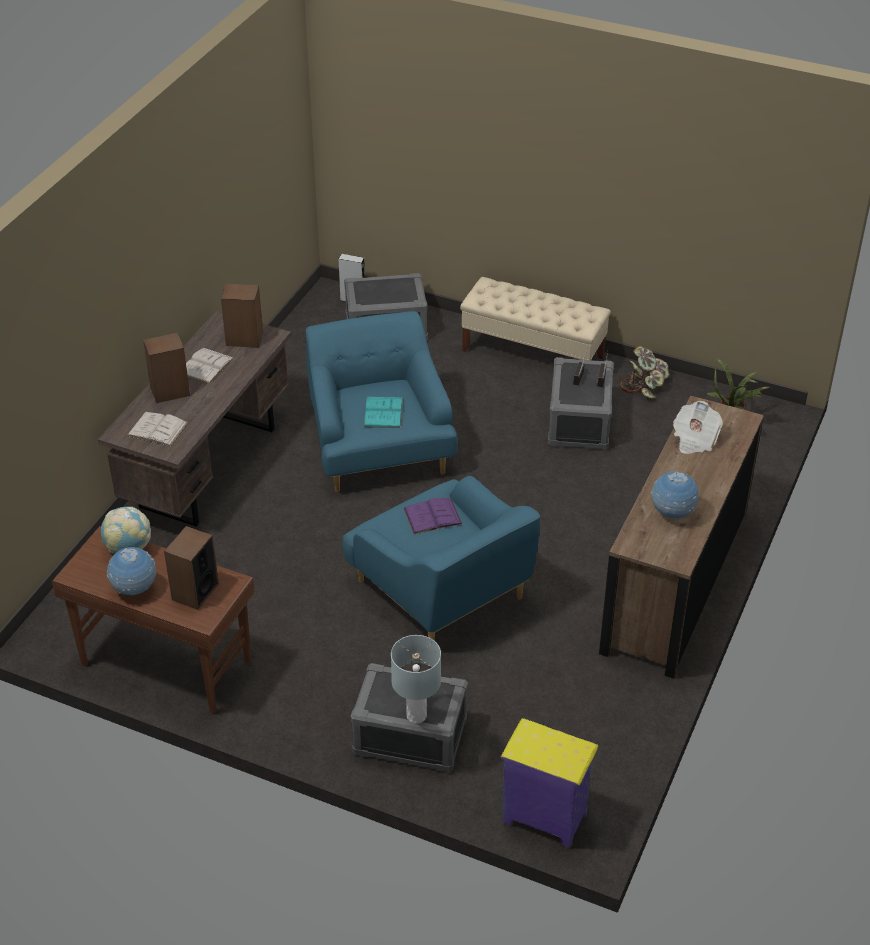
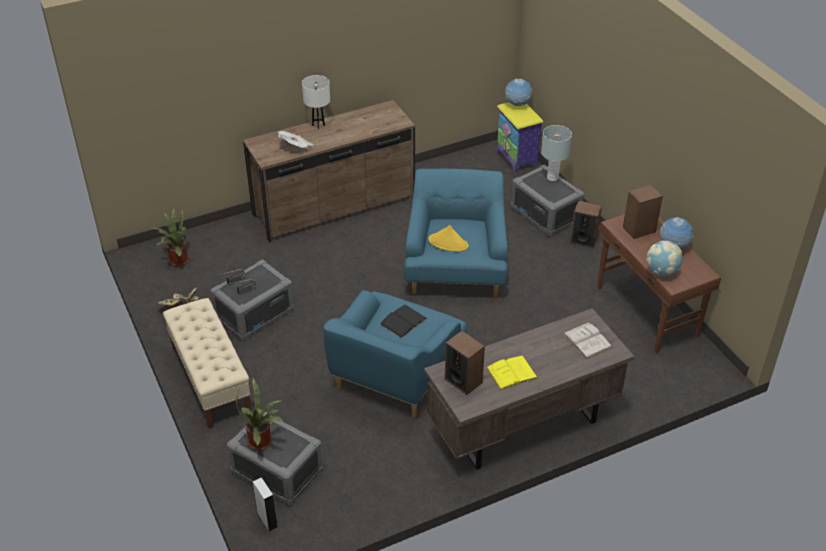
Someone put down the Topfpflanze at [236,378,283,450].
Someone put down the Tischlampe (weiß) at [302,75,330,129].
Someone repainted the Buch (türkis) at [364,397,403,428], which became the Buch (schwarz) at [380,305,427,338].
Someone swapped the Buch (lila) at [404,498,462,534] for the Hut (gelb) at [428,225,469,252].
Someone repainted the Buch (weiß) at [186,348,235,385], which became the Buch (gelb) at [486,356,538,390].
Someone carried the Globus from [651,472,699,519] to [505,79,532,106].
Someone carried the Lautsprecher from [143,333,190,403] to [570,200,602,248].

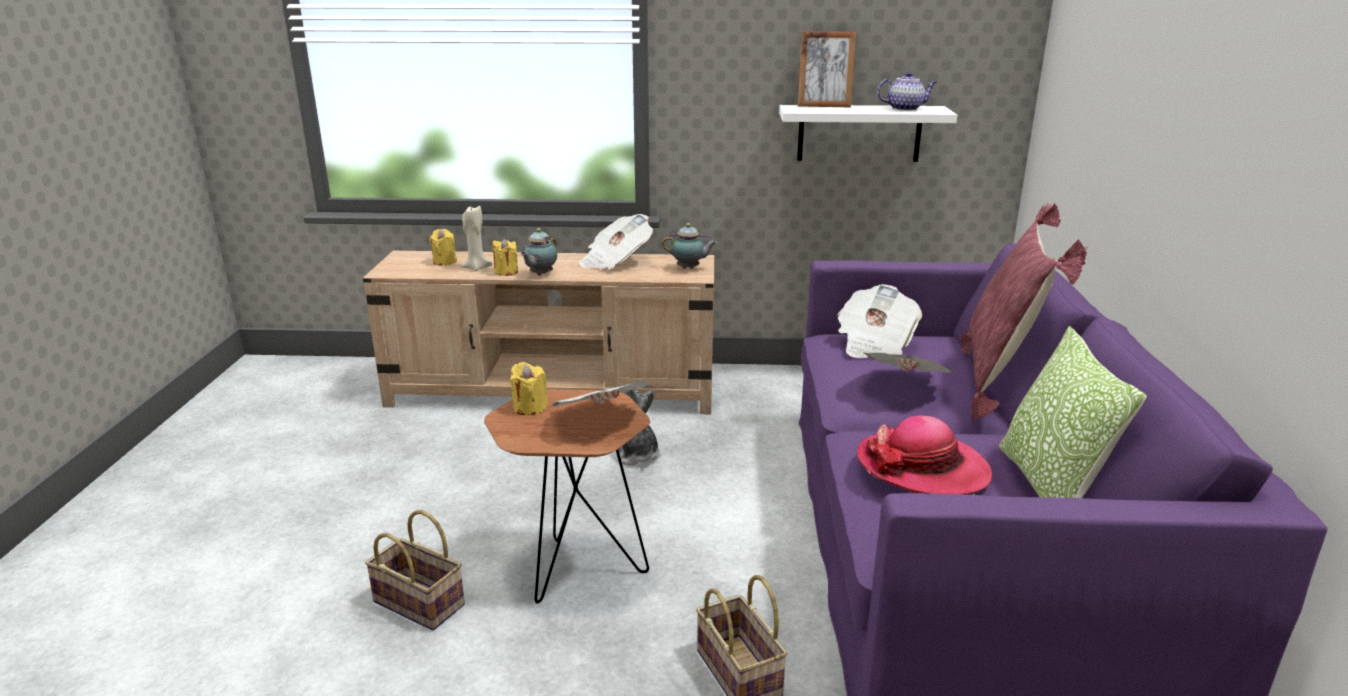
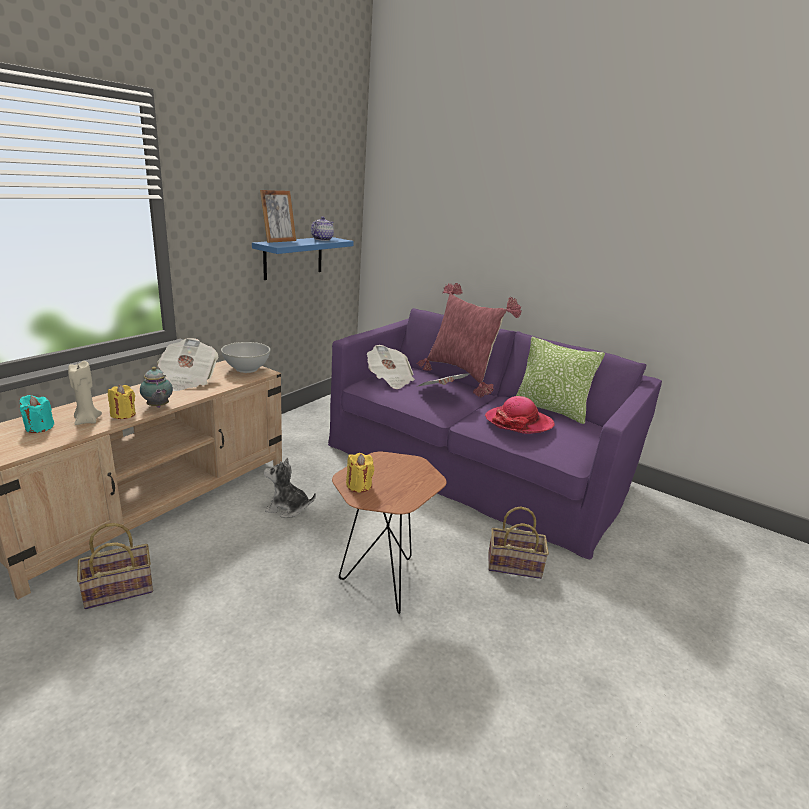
Someone repainted the Kerze (gelb) at [429,229,457,266], which became the Kerze (türkis) at [20,395,54,433].
Someone carried the Korb from [365,510,465,630] to [77,523,153,609].
Someone swapped the Teekanne at [662,223,717,269] for the Schüssel (weiß) at [221,342,270,373].
Someone repainted the Wandregal (weiß) at [779,105,957,162], which became the Wandregal (blau) at [252,237,354,280].
Someone took away the Zeitung at [551,382,650,406].

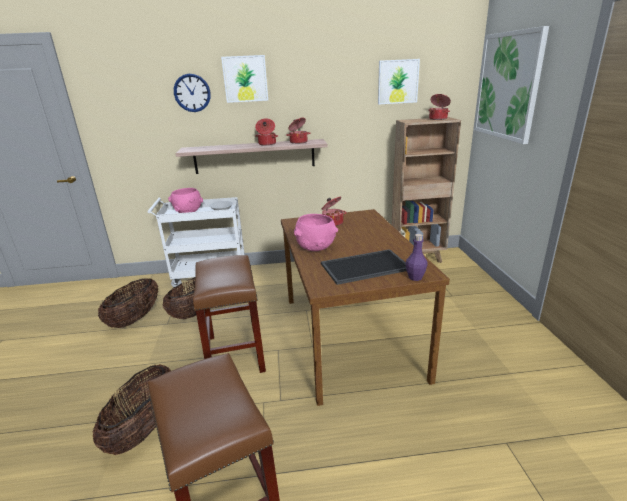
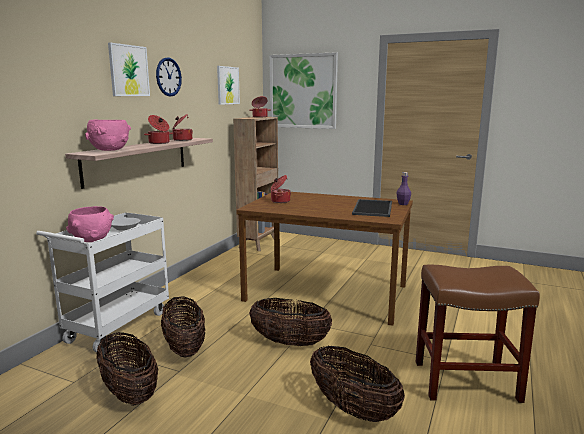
Someone carried the Schüssel (rosa) from [294,214,338,251] to [85,120,131,151].
Someone carried the Wanduhr from [174,74,211,112] to [156,57,182,97].
Someone swapped the Hocker (braun) at [193,255,266,373] for the Korb at [249,298,332,346].

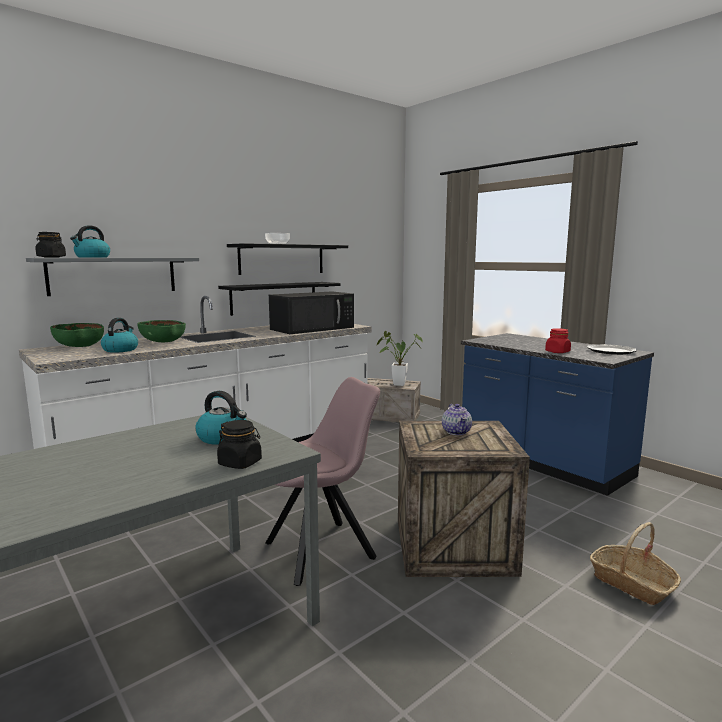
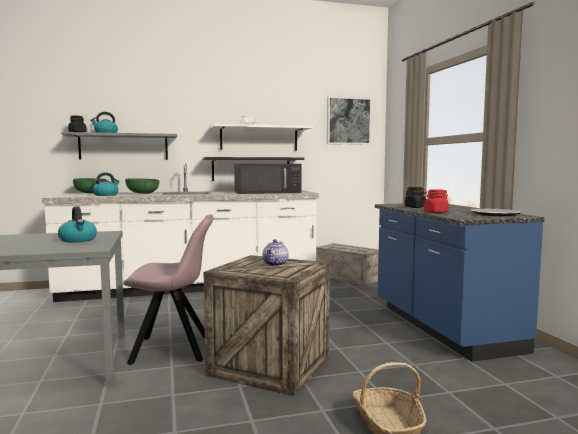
Someone repainted the Wandregal (schwarz) at [227,243,348,275], which became the Wandregal (weiß) at [211,124,313,150].
Someone put up the Bild at [327,96,372,145].
Someone carried the Vorratsglas (schwarz) from [217,420,262,469] to [405,187,427,208].
Someone took away the Topfpflanze at [377,331,423,386].

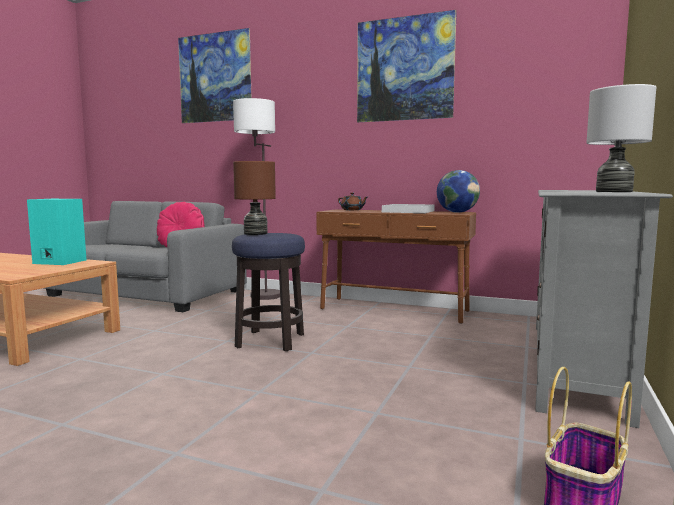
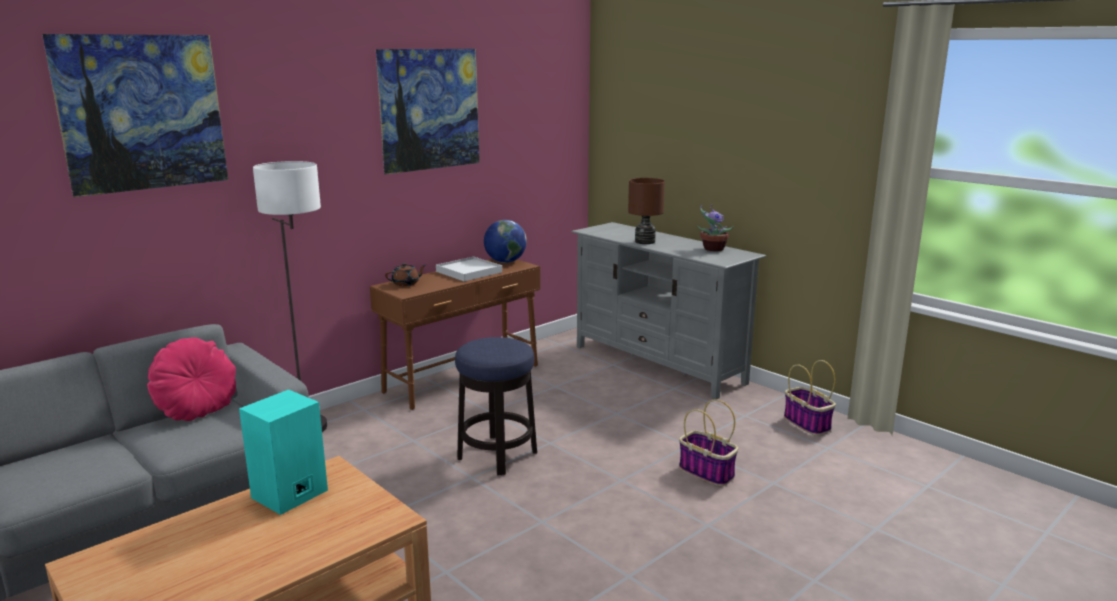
Someone carried the Tischlampe (braun) from [233,161,276,235] to [628,178,665,244].
Someone put down the Korb at [679,399,738,487].
Someone swapped the Tischlampe (grau) at [586,84,656,192] for the Topfpflanze at [697,205,734,251].

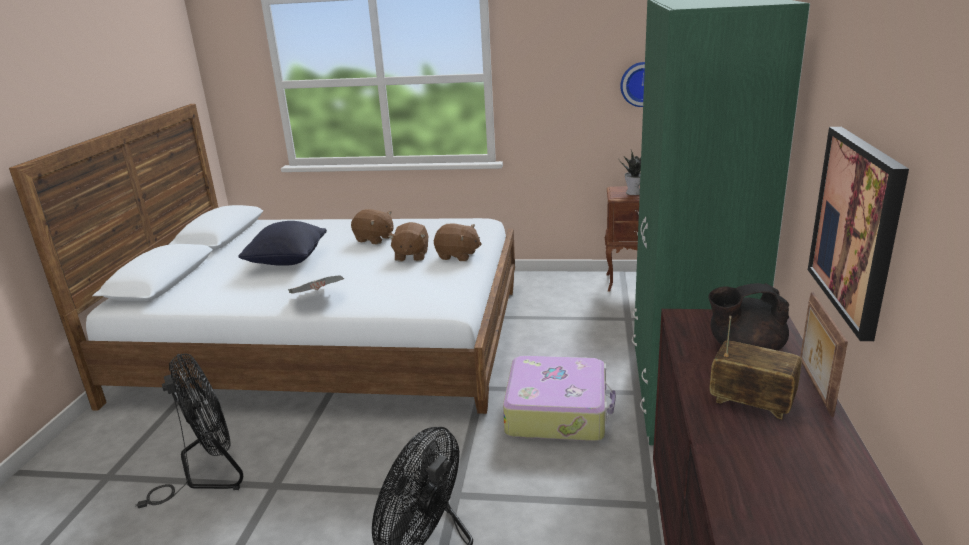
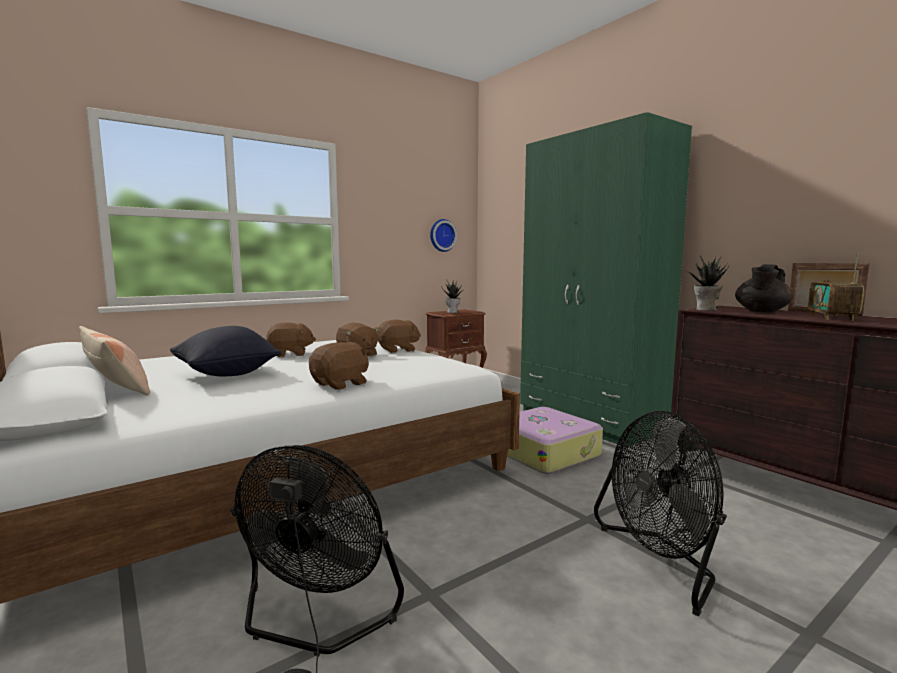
Someone put down the Kissen at [79,326,150,395].
Someone swapped the Zeitung at [288,275,344,294] for the Plüschtier (braun) at [309,342,369,390].
Someone put down the Topfpflanze at [686,255,729,311].
Someone rotated the Radio at [709,316,802,419] by 60 degrees counterclockwise.
Someone took away the Bild at [808,127,909,341].

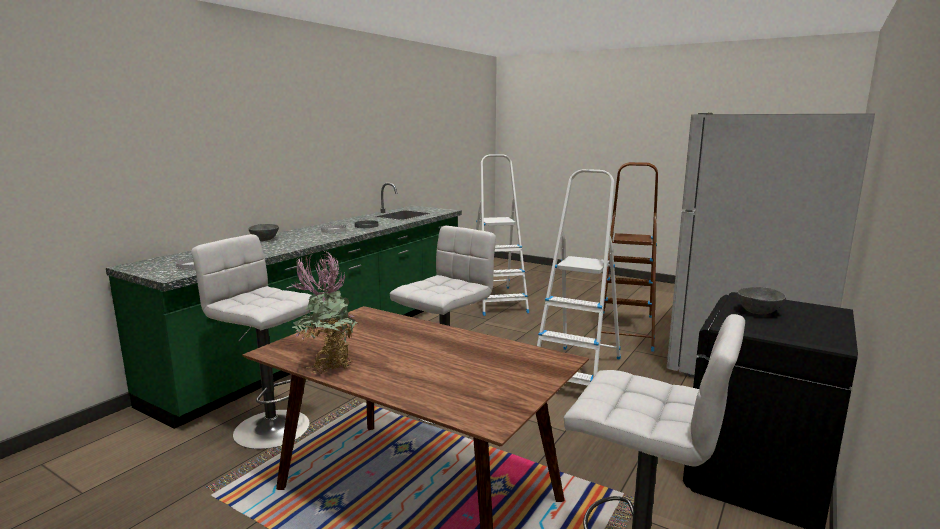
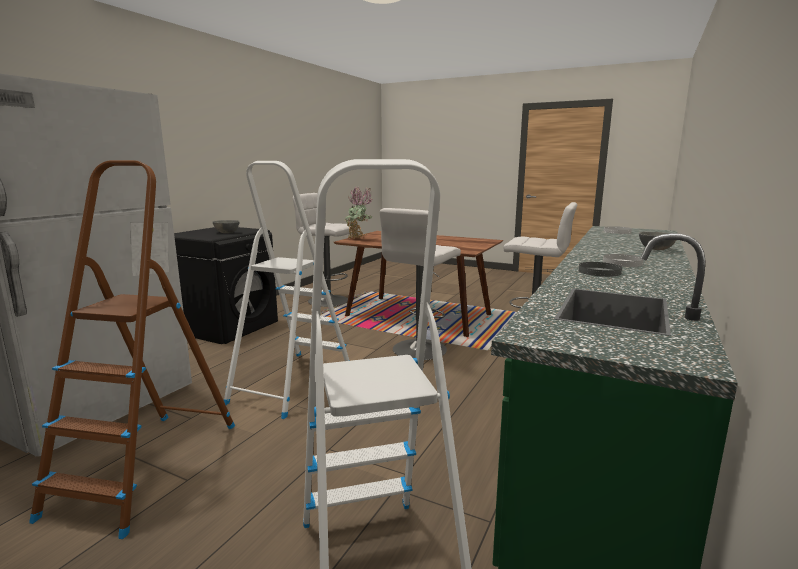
Someone carried the Topfpflanze from [291,251,357,374] to [344,187,373,239].

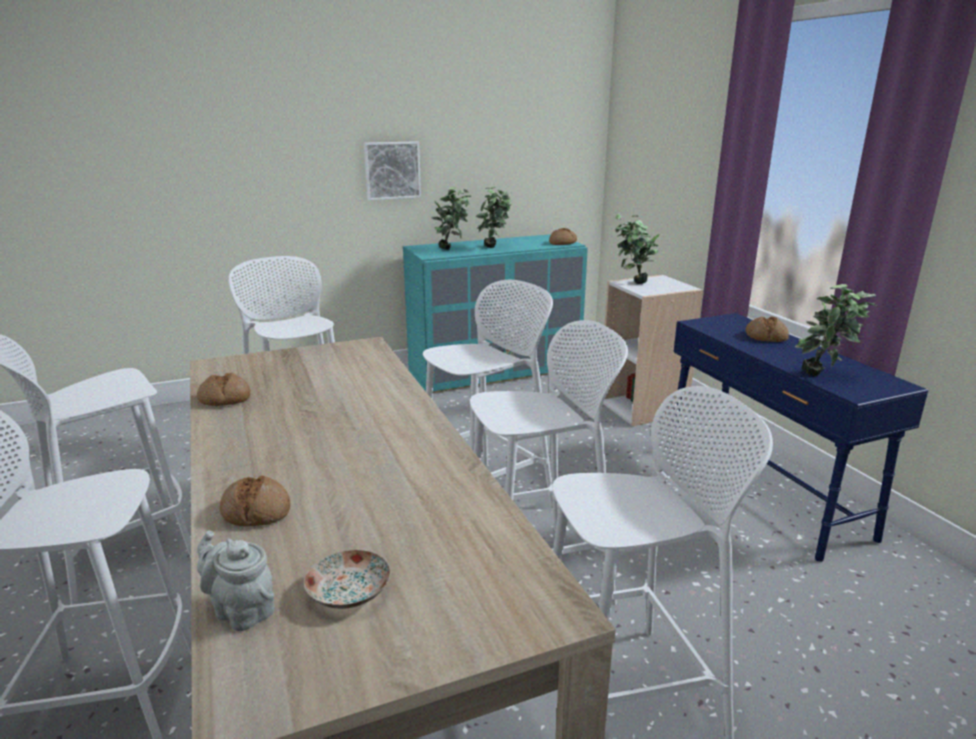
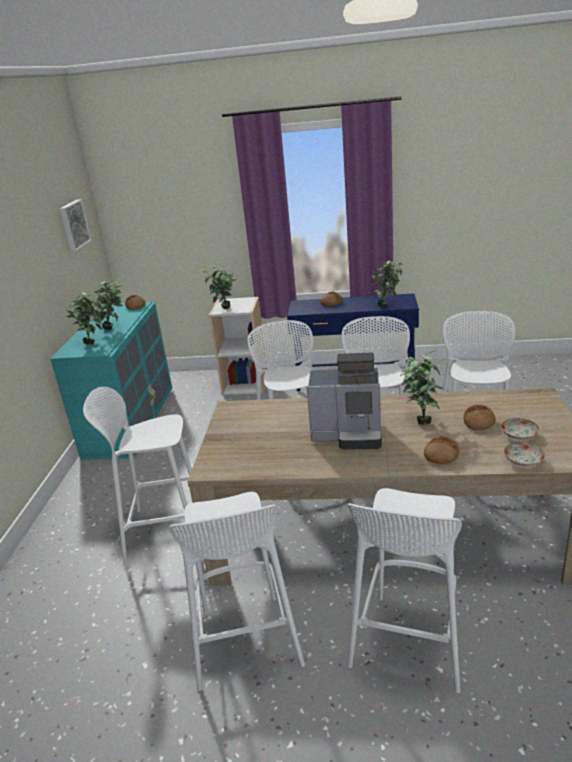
Someone carried the Bild from [364,141,421,201] to [60,199,92,252].
Someone put down the Kaffeemaschine at [307,352,382,450].
Someone put down the Topfpflanze at [400,350,443,425].
Someone carried the Brot from [197,373,251,406] to [463,404,496,431].
Someone swapped the Teekanne (grau) at [197,531,275,631] for the Teller at [504,442,545,466].

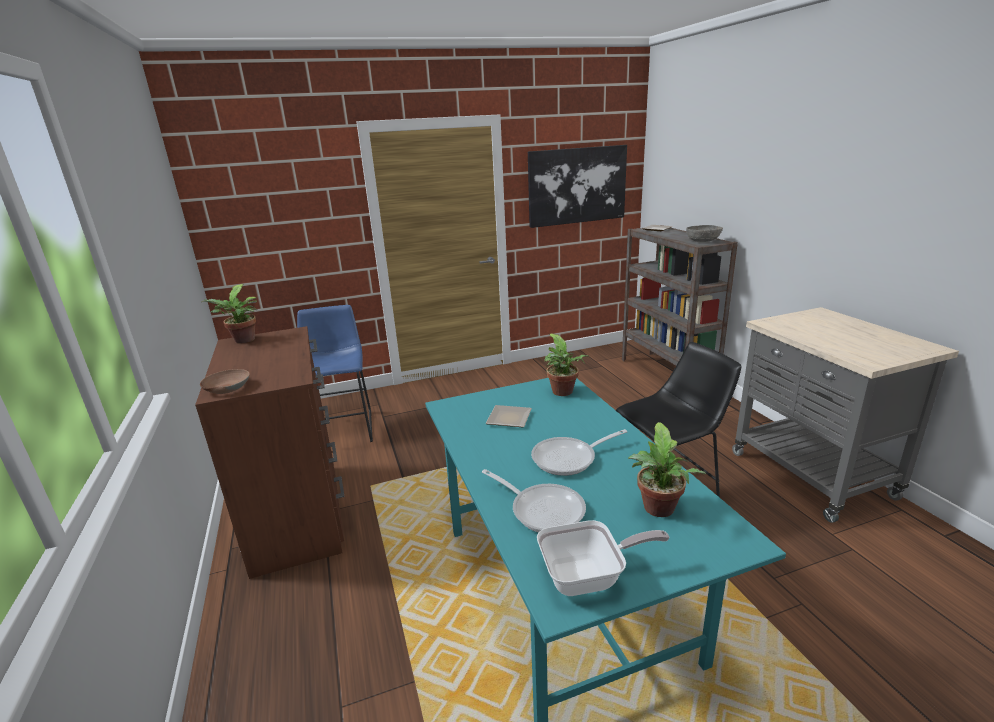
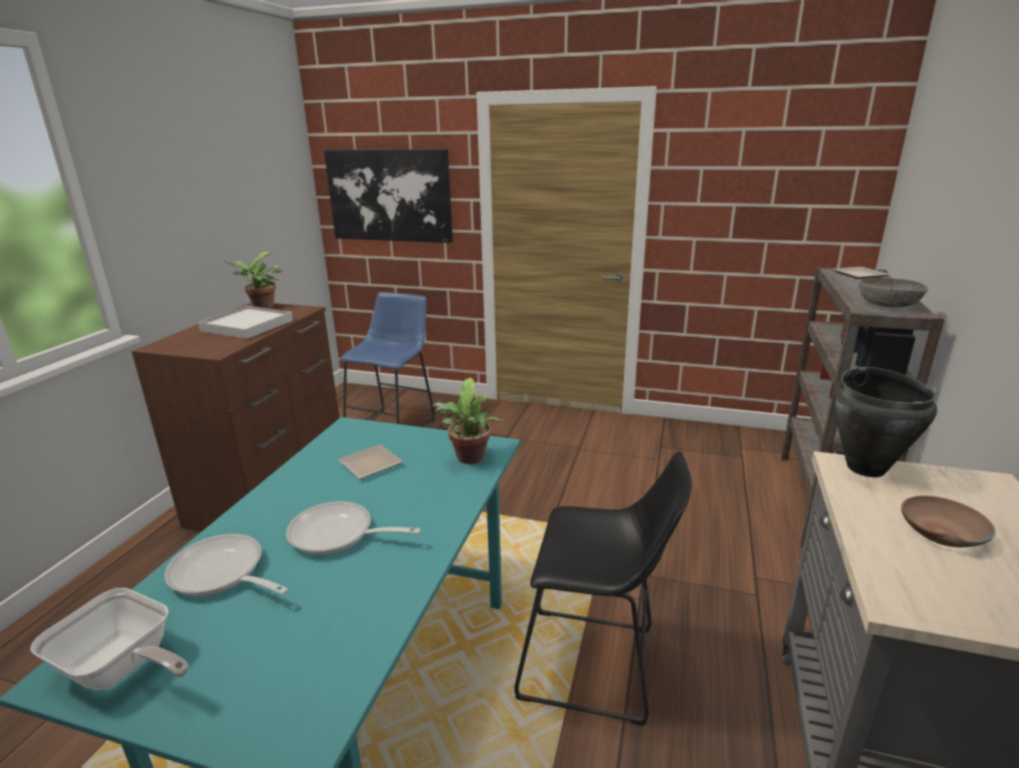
Someone rotated the Pfanne at [482,469,586,533] by 135 degrees clockwise.
Someone put down the Tablett (weiß) at [198,306,293,339].
Someone carried the Bild from [528,145,627,228] to [324,149,453,243].
Someone put down the Kochtopf (schwarz) at [833,367,937,477].
Someone carried the Schüssel (braun) from [200,369,250,394] to [901,495,995,547].
Someone took away the Topfpflanze at [628,422,706,517].

